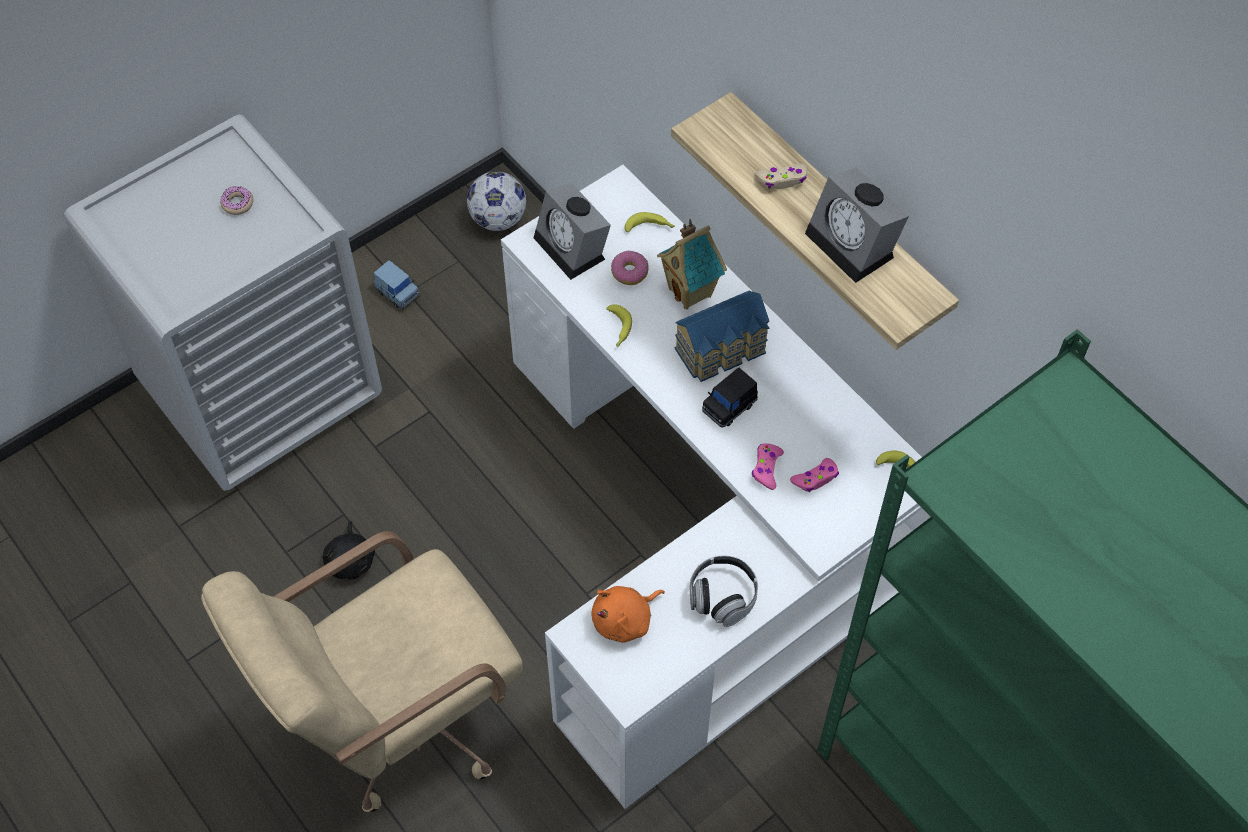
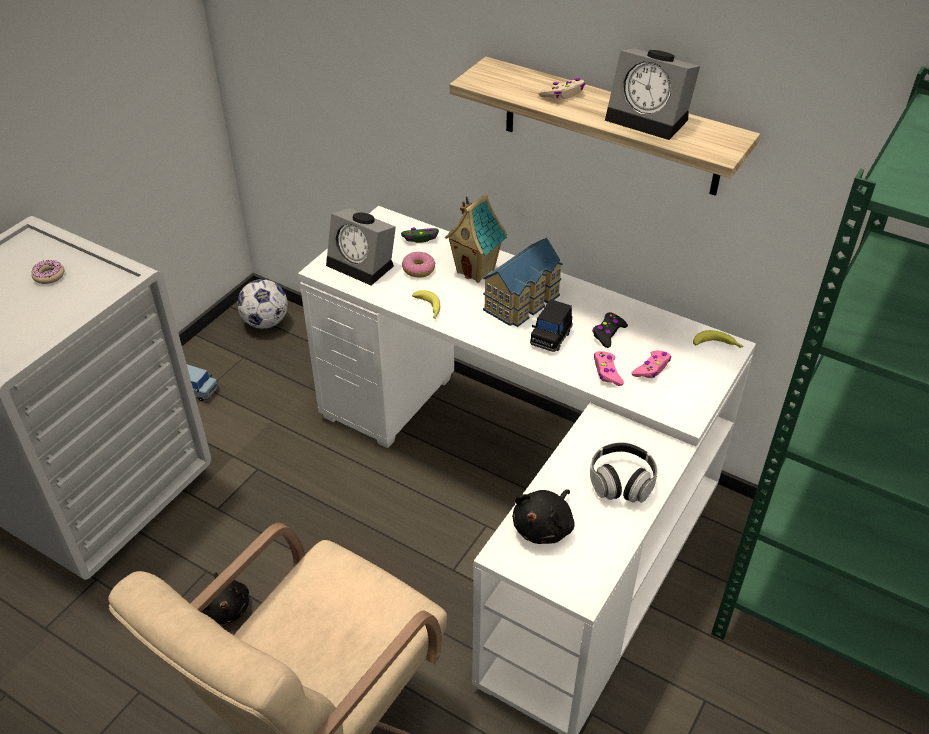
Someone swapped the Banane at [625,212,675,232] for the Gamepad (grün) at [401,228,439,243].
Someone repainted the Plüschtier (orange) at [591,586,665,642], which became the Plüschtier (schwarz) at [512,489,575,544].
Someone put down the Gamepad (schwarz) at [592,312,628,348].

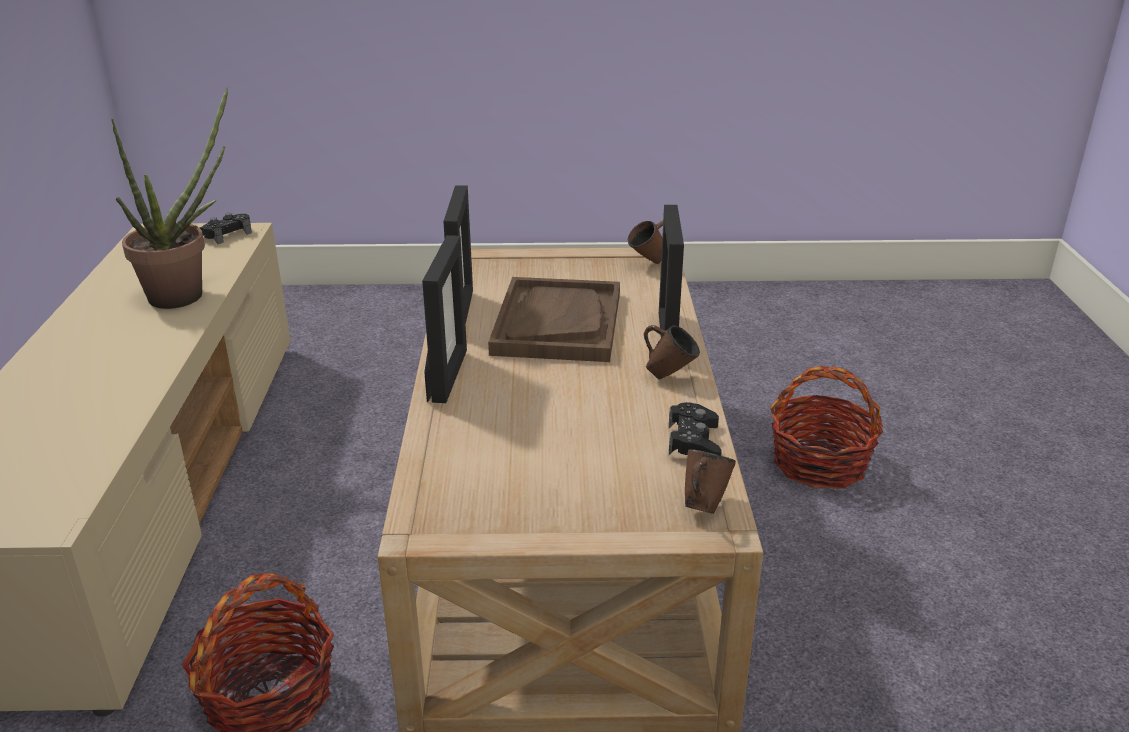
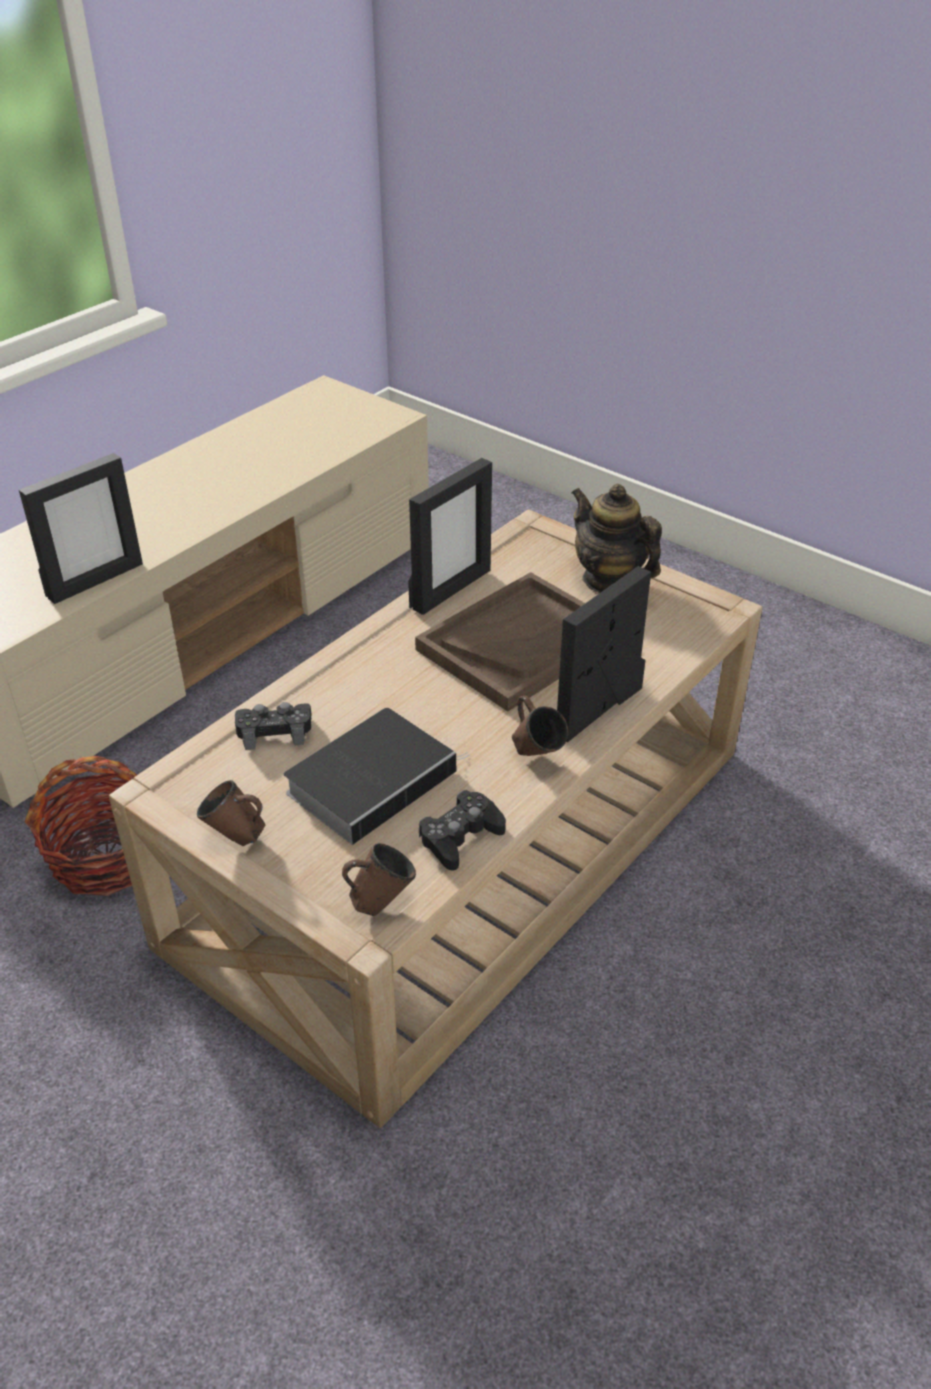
Someone carried the Bilderrahmen from [422,235,467,403] to [19,453,143,604].
Someone carried the Henkelbecher (braun) from [628,221,663,264] to [197,780,266,846].
Someone carried the Gamepad (schwarz) from [199,213,252,244] to [235,702,312,750].
Someone put down the Buch at [284,708,470,845].
Someone put down the Teekanne at [572,484,662,593].
Someone took away the Topfpflanze at [112,87,228,309].
Someone took away the Korb at [770,366,883,489].

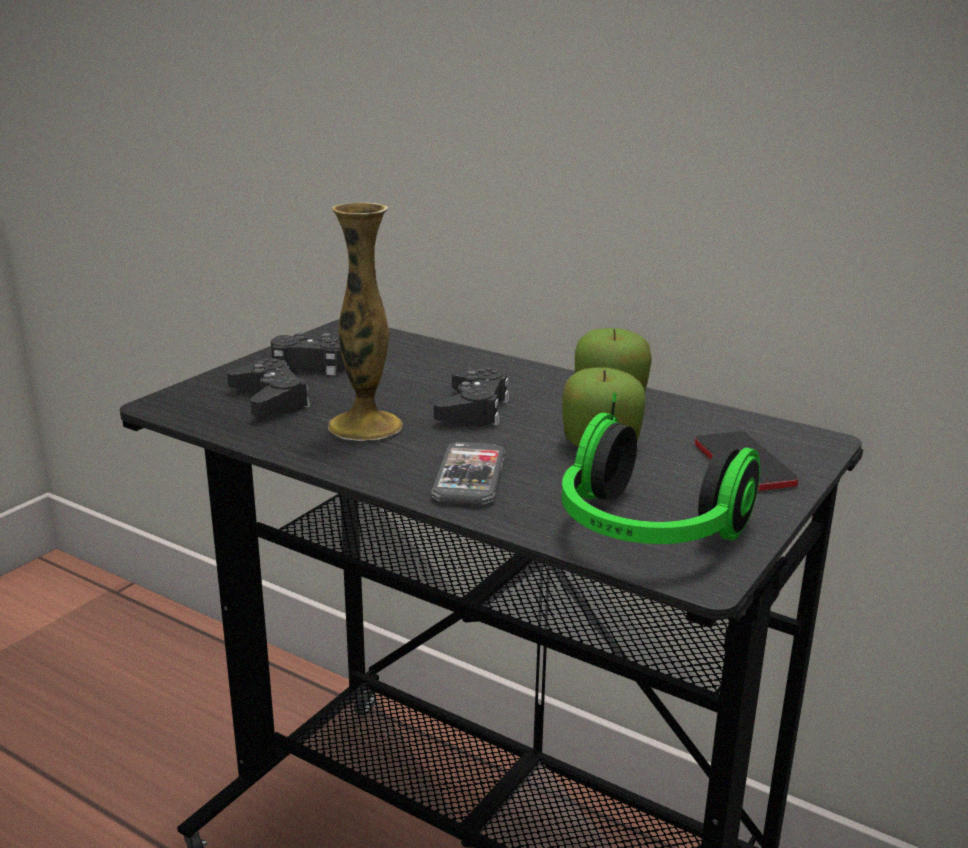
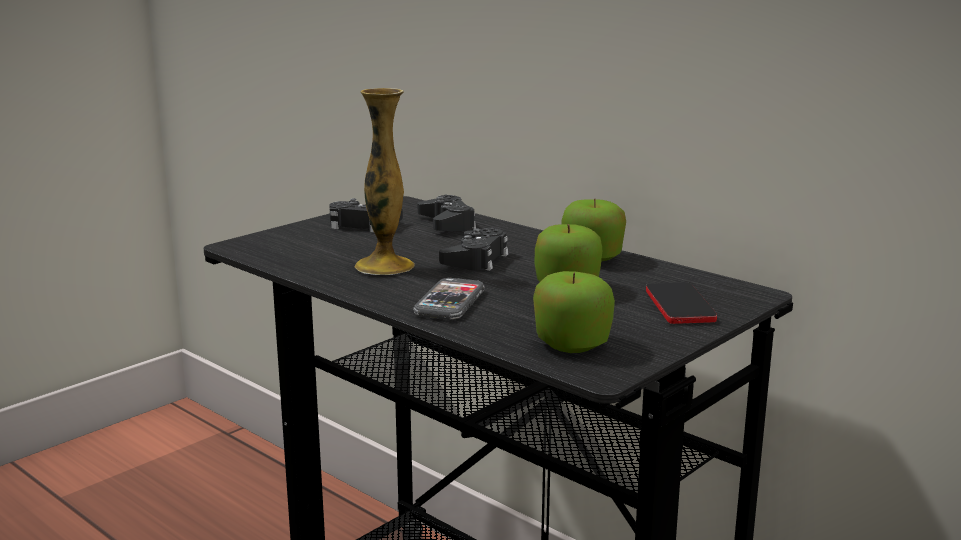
Someone carried the Gamepad (schwarz) from [227,358,310,416] to [417,194,476,231].
Someone swapped the Kopfhörer at [562,392,760,544] for the Apfel at [533,271,615,353].

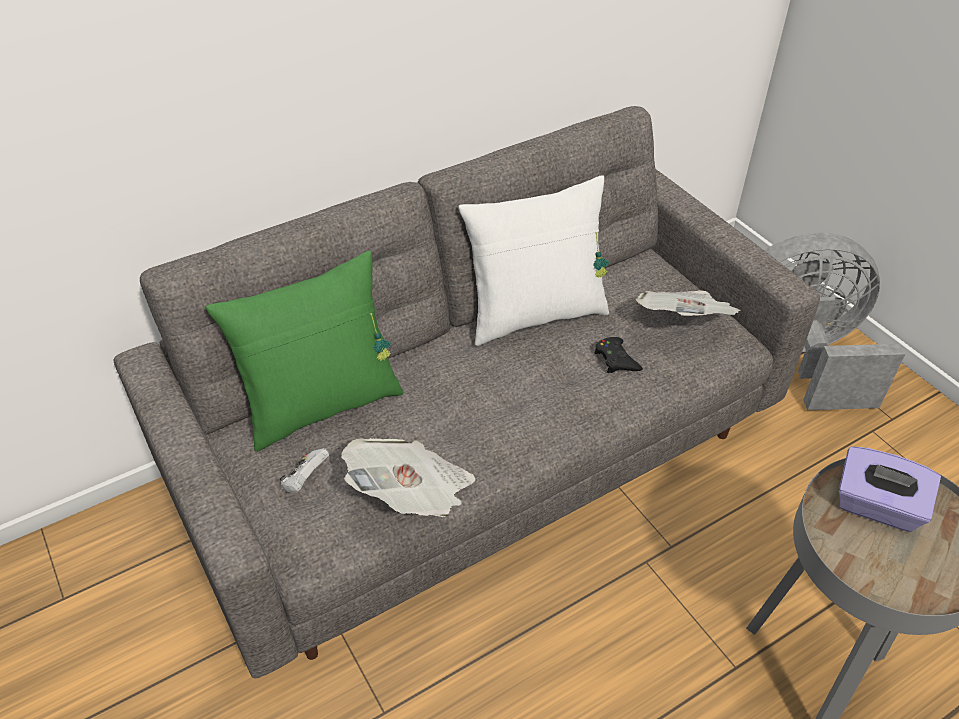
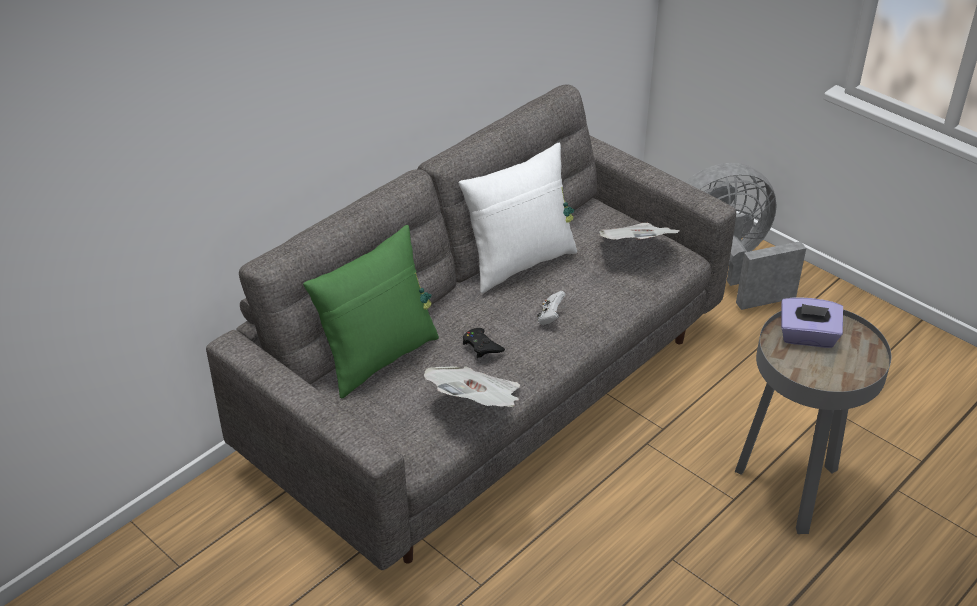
Someone carried the Gamepad (schwarz) from [594,337,643,373] to [463,328,505,358].
Someone carried the Gamepad (weiß) from [280,448,329,493] to [537,291,566,325].

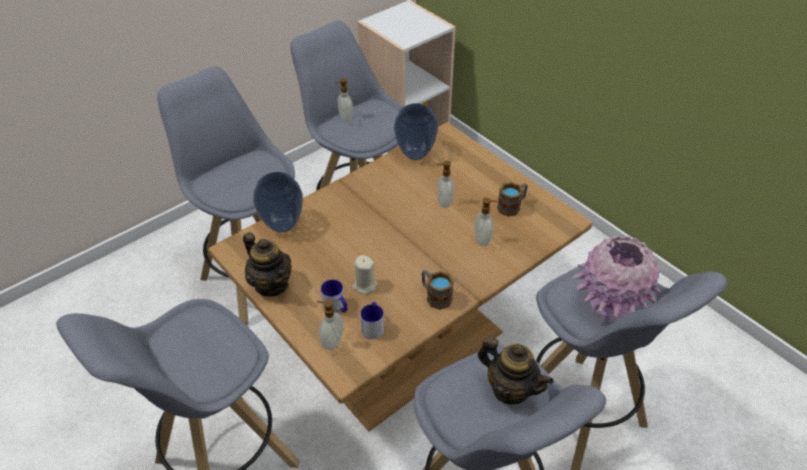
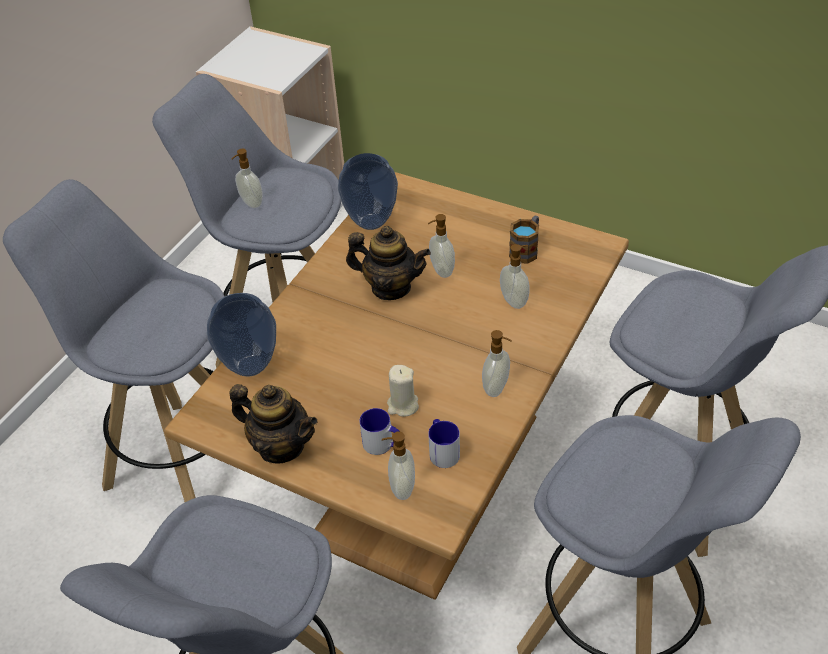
Someone carried the Teekanne from [478,336,554,404] to [346,226,431,300].
Someone swapped the Henkelbecher at [422,270,454,310] for the Seifenspender at [482,330,512,397].
Someone took away the Vase (rosa) at [573,236,661,323].

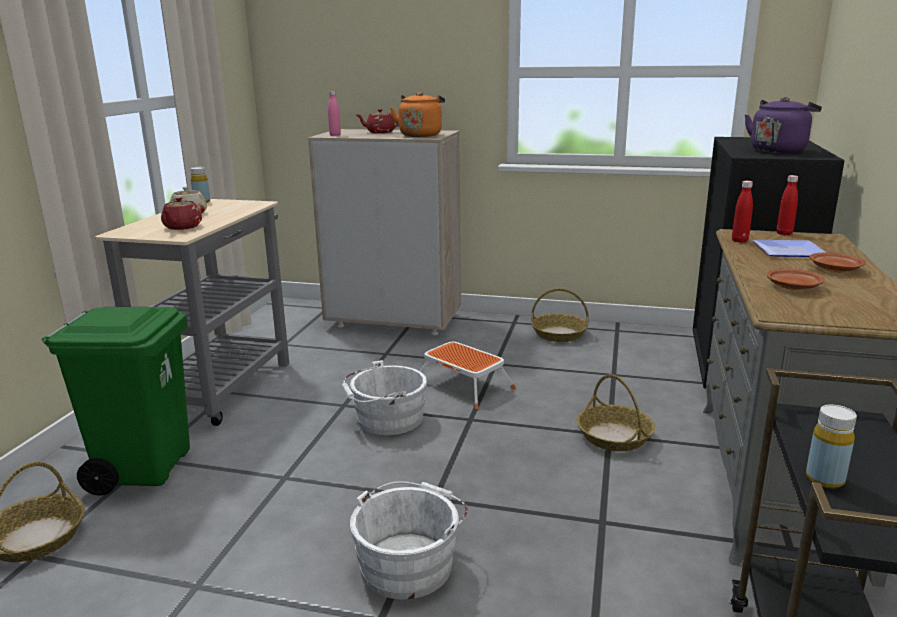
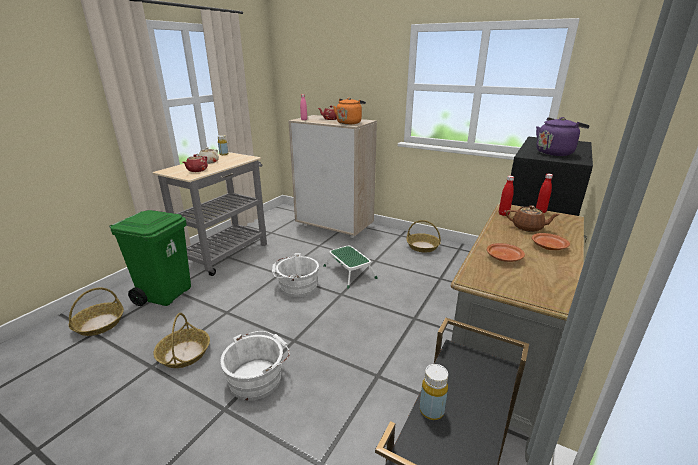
Someone carried the Korb from [577,374,655,451] to [153,313,210,368].
Someone repainted the Trittleiter (orange) at [420,341,516,409], which became the Trittleiter (grün) at [324,246,378,289].
Someone swapped the Teller at [753,240,825,257] for the Teekanne (braun) at [506,205,560,232].

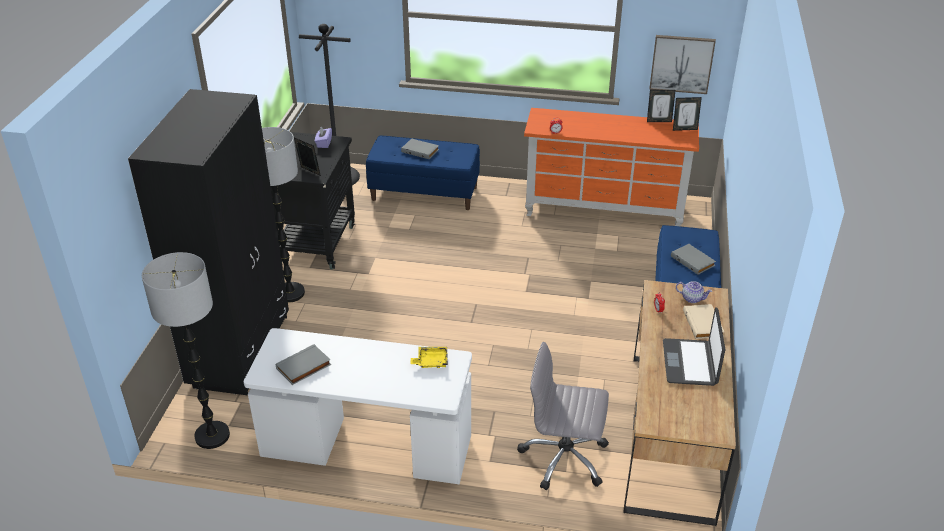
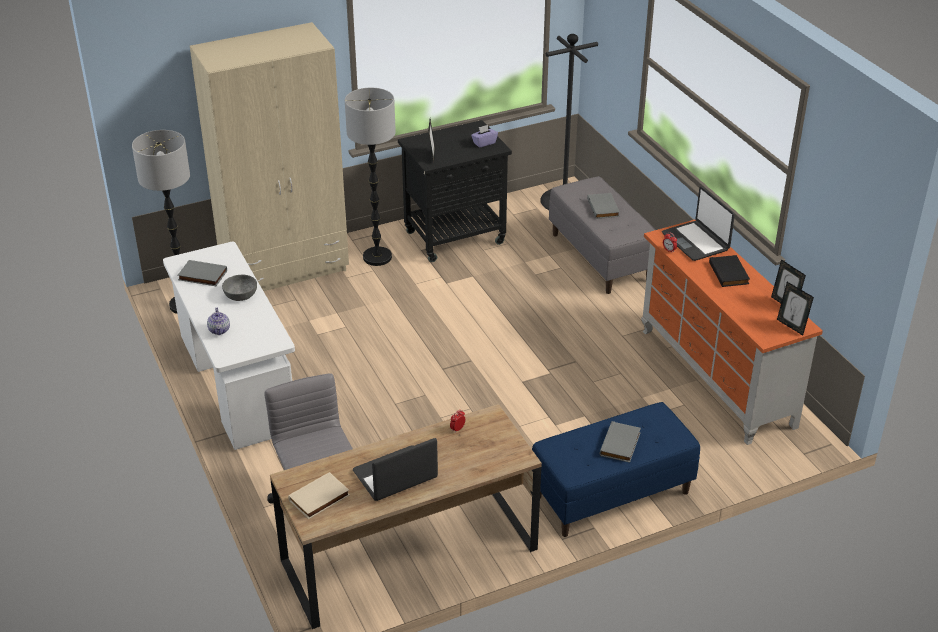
Someone repainted the Kleiderschrank (schwarz) at [128,89,289,396], which became the Kleiderschrank (beige) at [190,22,349,291].
Someone carried the Teekanne from [676,281,712,303] to [207,308,230,335].
Someone put down the Schüssel (grau) at [222,275,257,301].
Someone carried the Buch (beige) from [683,304,724,339] to [288,472,349,519].
Someone repainted the Bank (blau) at [366,136,480,210], which became the Bank (grau) at [549,176,656,294].
Someone put down the Laptop at [662,187,735,261].
Someone put down the Buch (schwarz) at [709,255,750,287].
Someone took away the Tablett (gelb) at [411,347,448,368].
Someone took away the Bild at [649,35,716,94].

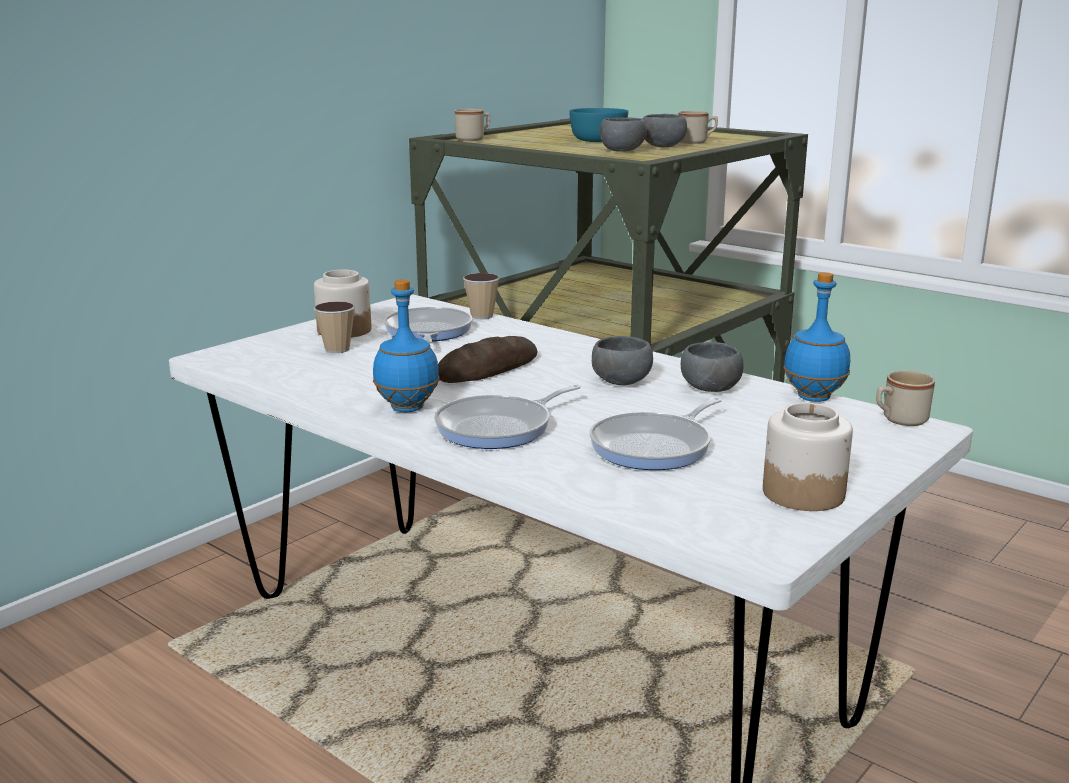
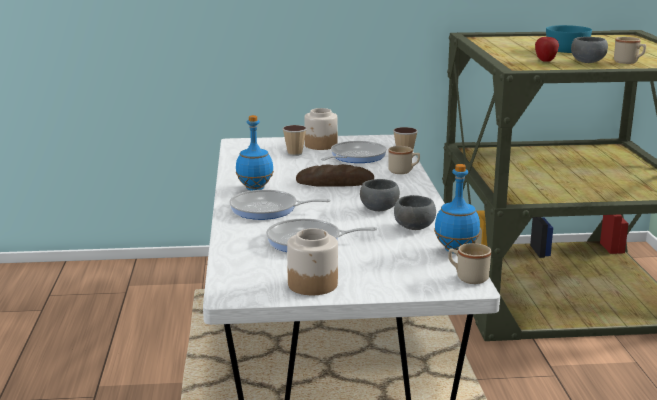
Someone carried the Henkelbecher (beige) from [455,109,490,141] to [388,146,420,174].
Someone swapped the Schüssel (grau) at [600,117,647,152] for the Apfel at [535,37,559,62].

